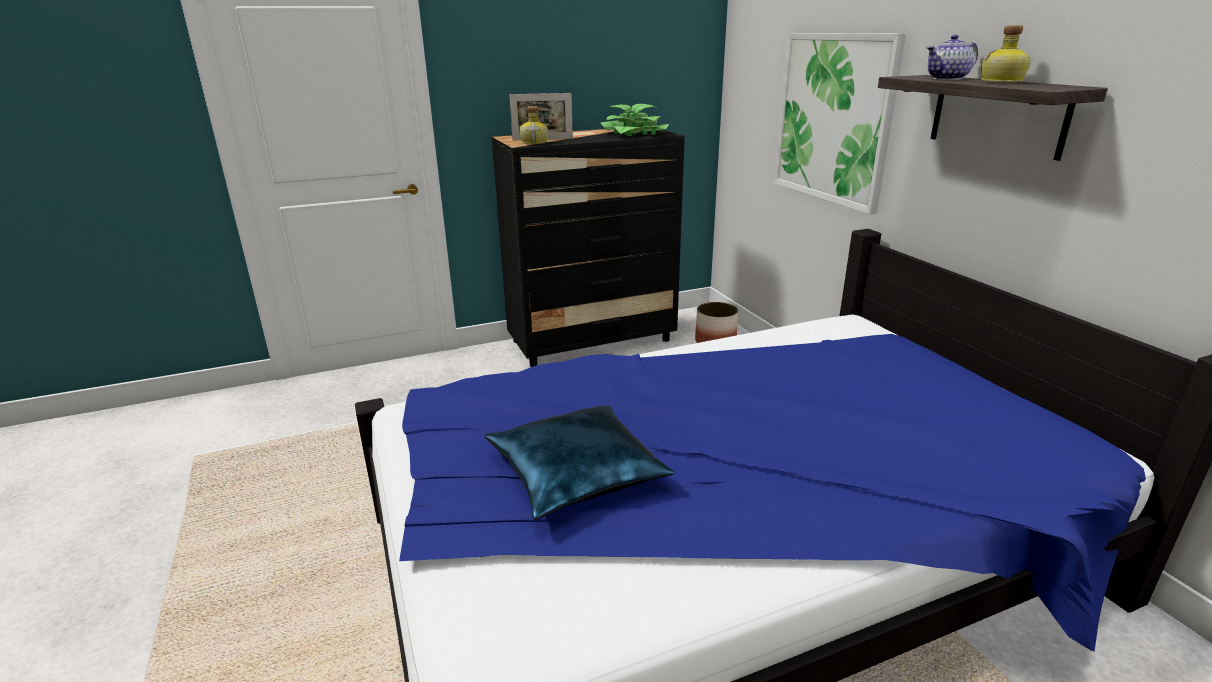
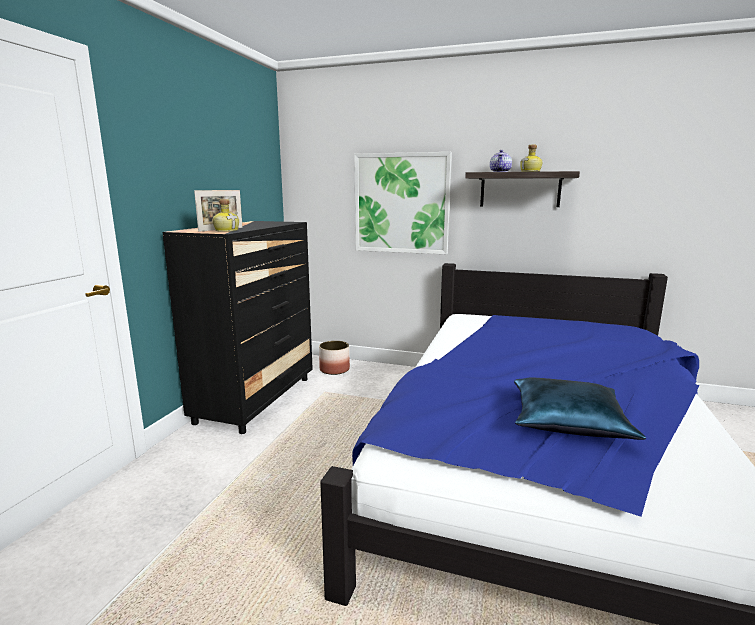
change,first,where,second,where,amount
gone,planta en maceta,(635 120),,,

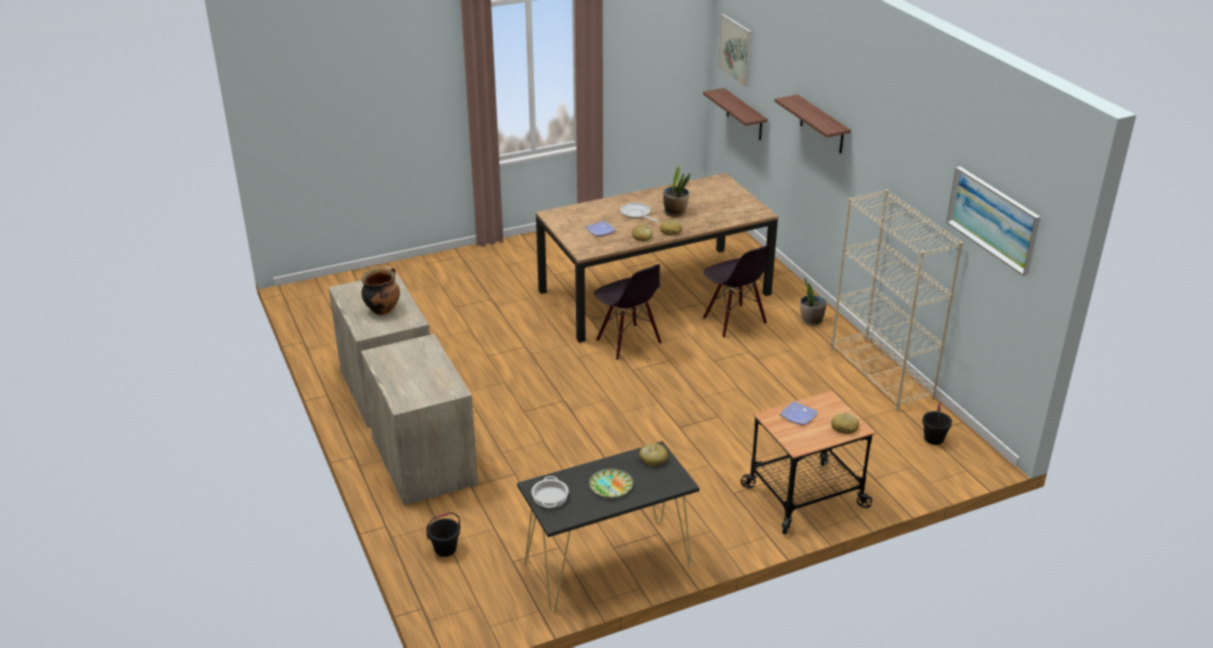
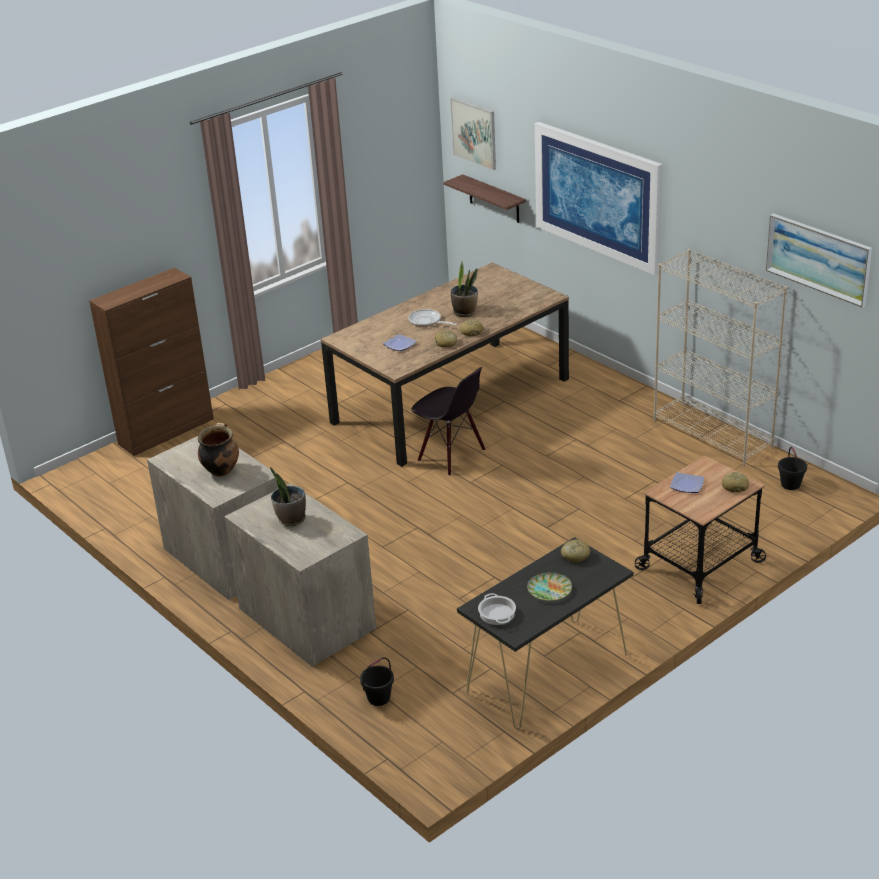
change,first,where,second,where,amount
swapped,estante,(812 123),cuadro,(599 198),
gone,silla (negro),(736 291),,,
shifted,planta en maceta,(813 302),,(288 496),
new,,,armario (marrón),(151 361),

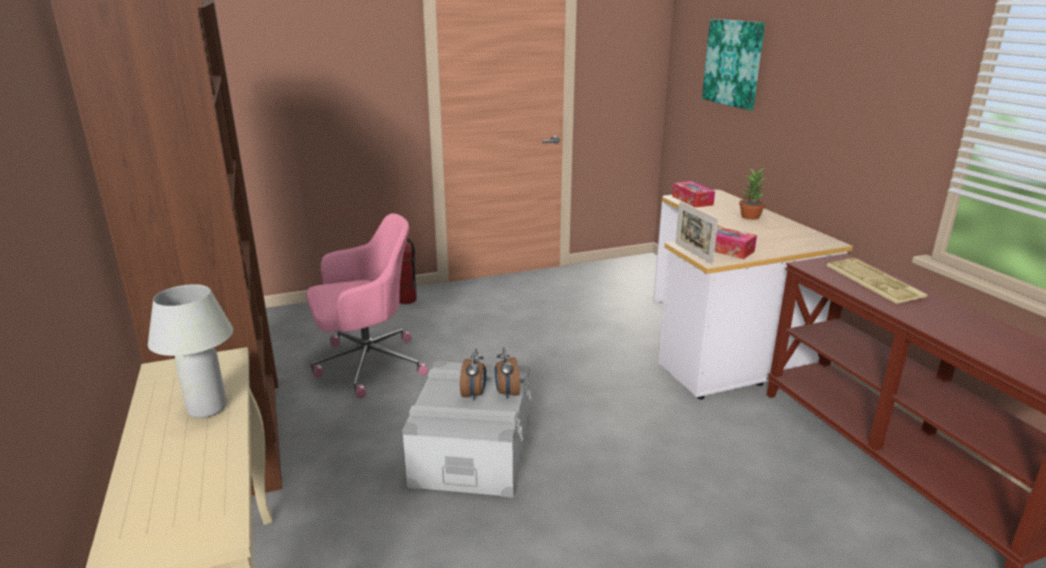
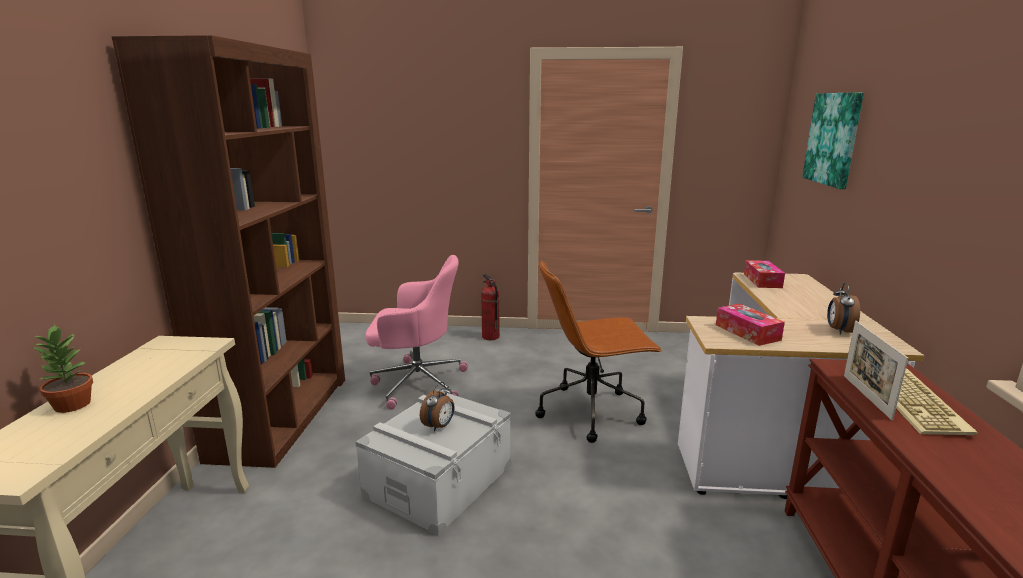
change,first,where,second,where,amount
shifted,planta en maceta,(752 194),,(62 368),
shifted,portarretratos,(697 233),,(876 370),
gone,lámpara de mesa (blanco),(190 351),,,
shifted,despertador,(507 373),,(843 308),
new,,,silla de oficina (marrón),(598 351),

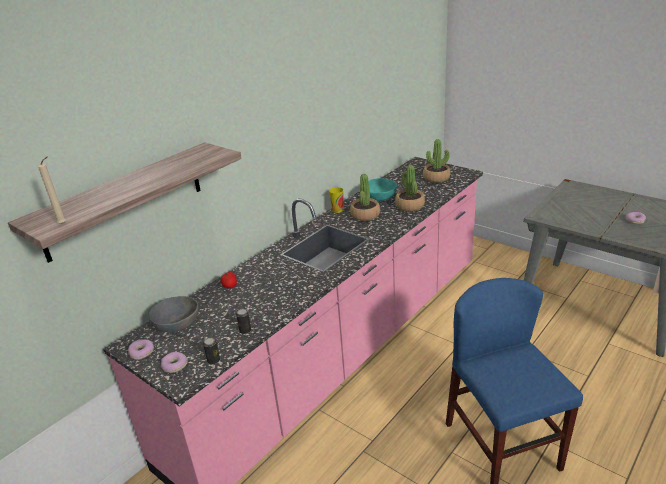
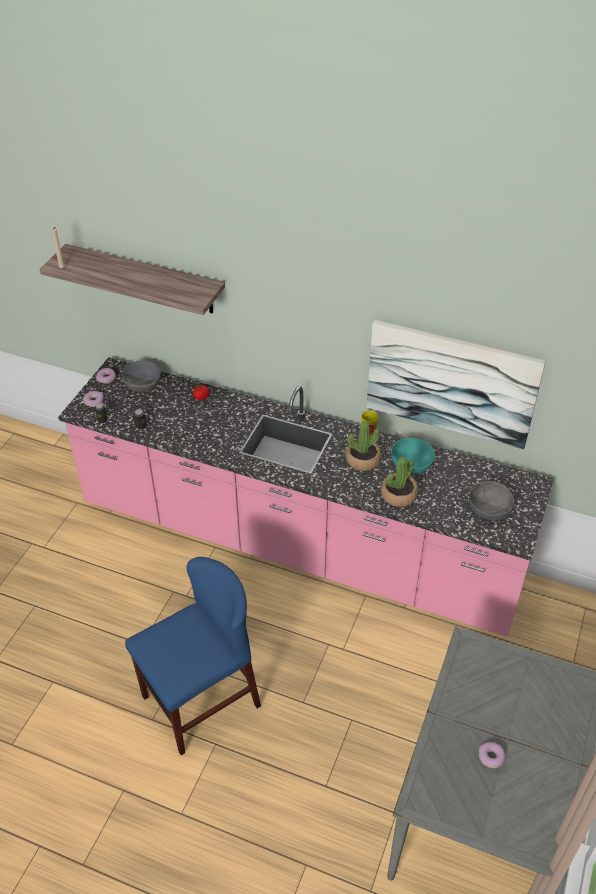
change,first,where,second,where,amount
swapped,planta en maceta,(436 161),cuenco (gris),(491 500),
new,,,cuadro,(456 385),

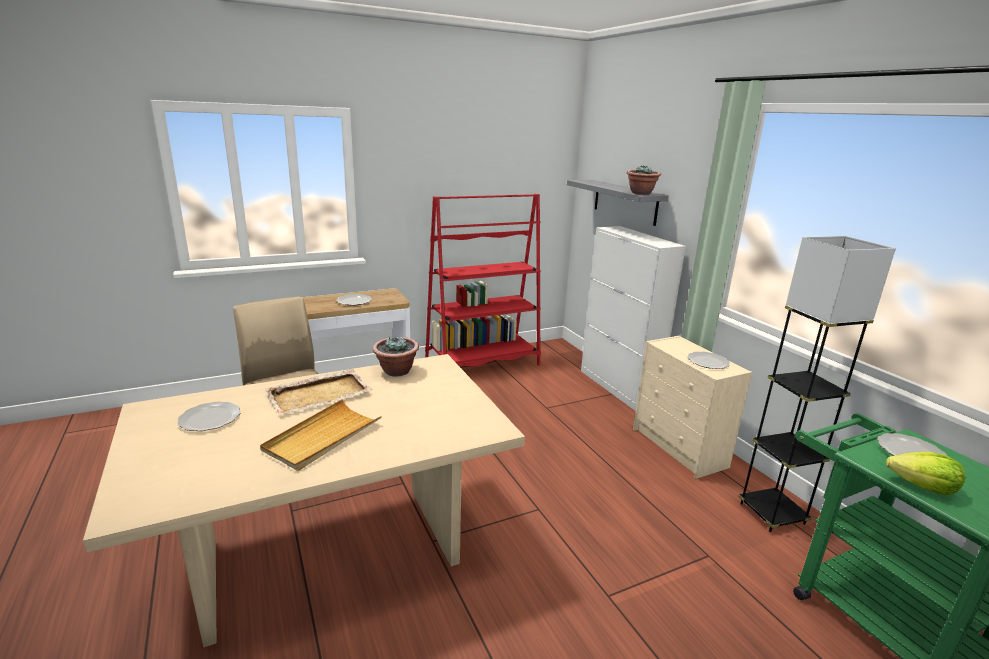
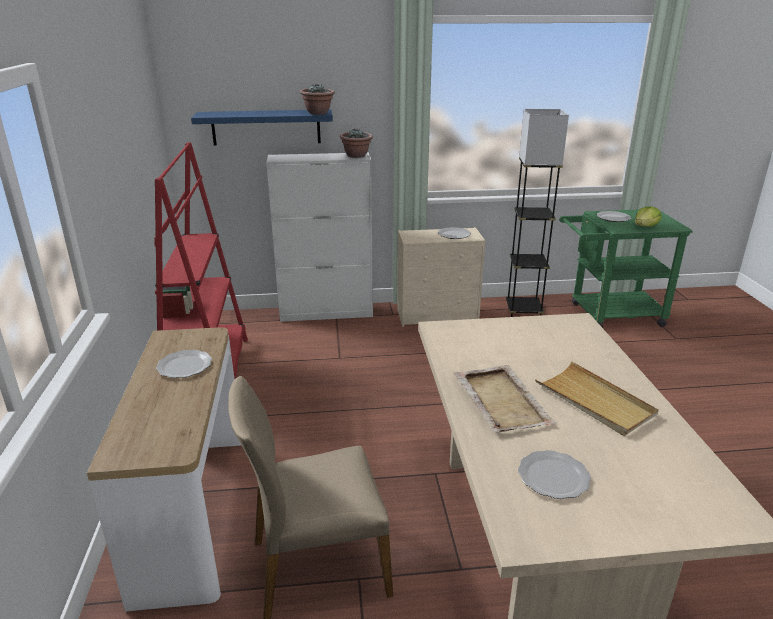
change,first,where,second,where,amount
repainted,estante (gris),(618 203),estante (azul),(262 127),
shifted,planta en maceta,(396 356),,(356 143),

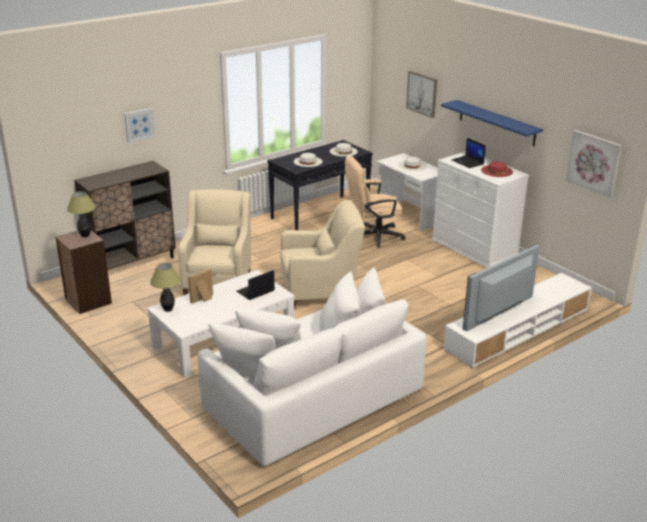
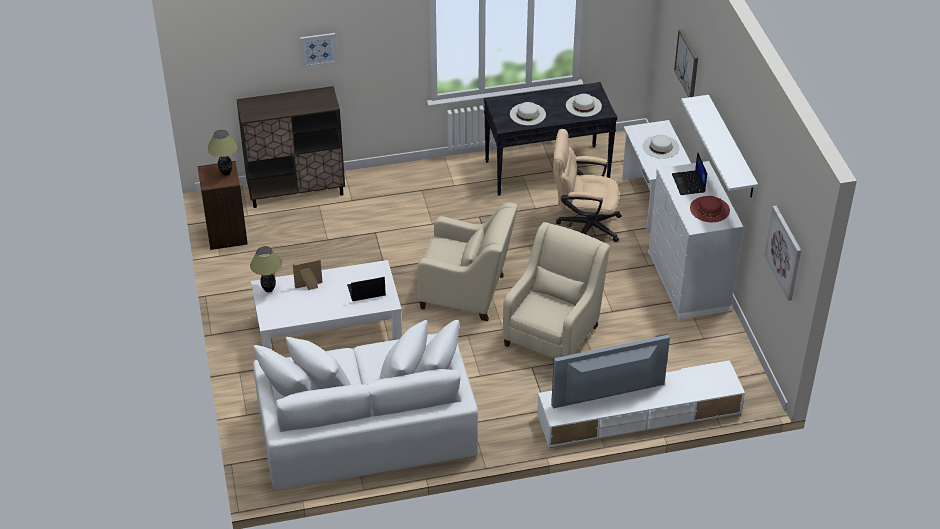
change,first,where,second,where,amount
repainted,estante (azul),(492 123),estante (blanco),(719 146),
shifted,sillón (beis),(214 242),,(556 290),

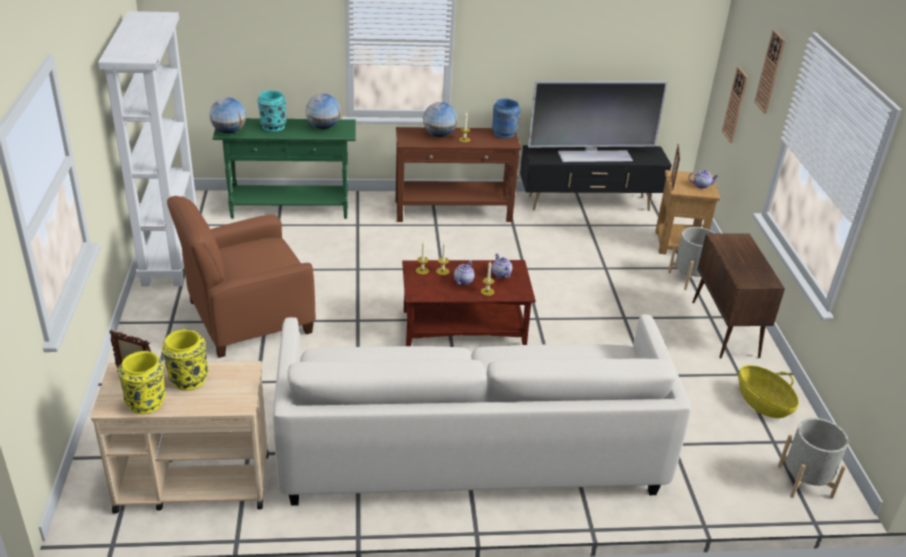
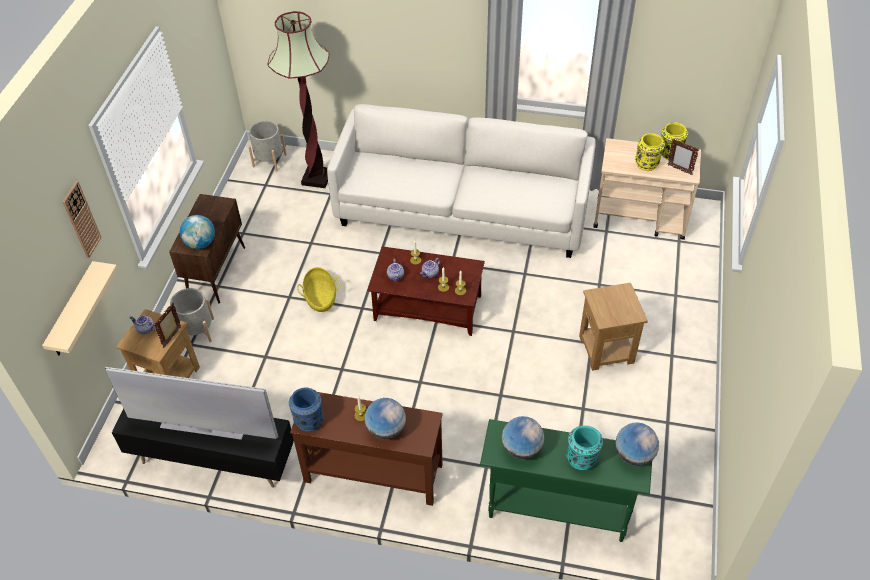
change,first,where,second,where,amount
gone,estantería (blanco),(149 149),,,
swapped,reloj de pared,(735 105),estante (beis),(80 308),
swapped,sillón (marrón),(241 277),mesa auxiliar (marrón),(613 327),
shifted,cesta,(768 391),,(318 289),
new,,,lámpara de pie,(298 99),
new,,,globo terráqueo,(197 232),

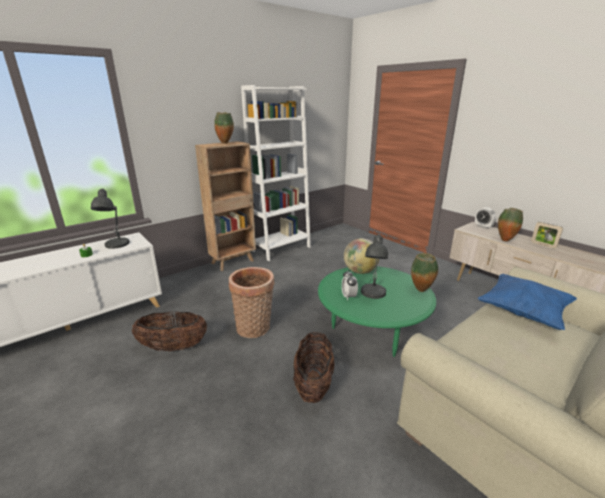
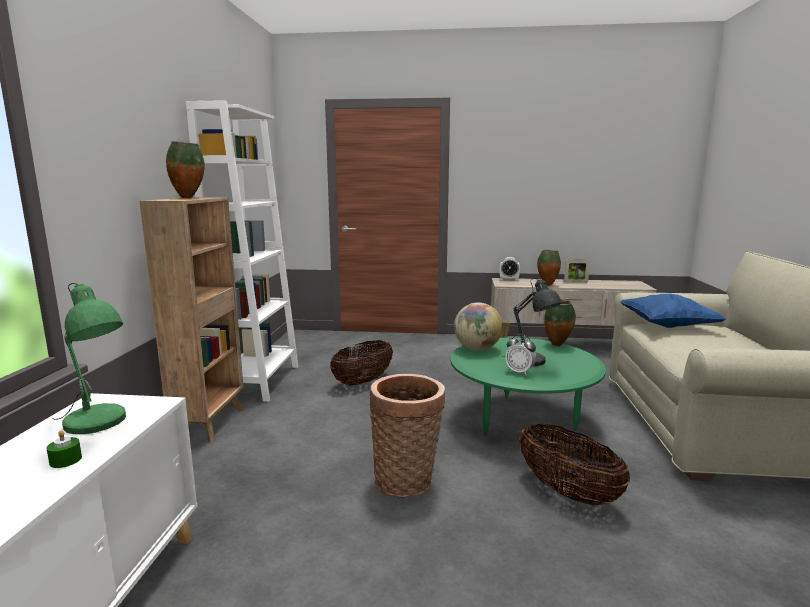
change,first,where,second,where,amount
repainted,lámpara de mesa (gris),(110 218),lámpara de mesa (verde),(90 358),
shifted,cesta,(169 331),,(361 363),

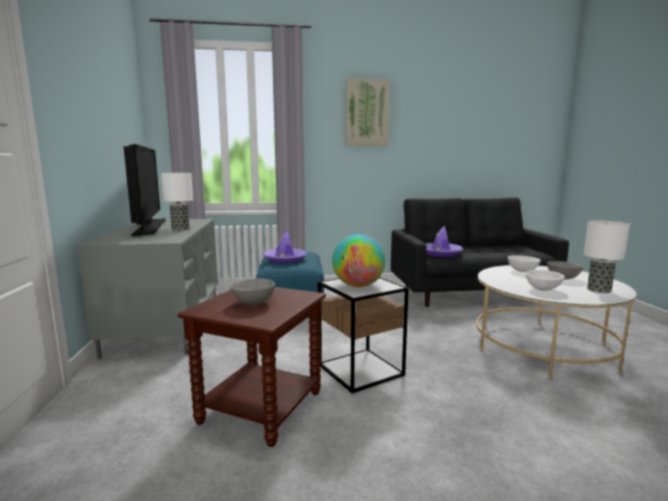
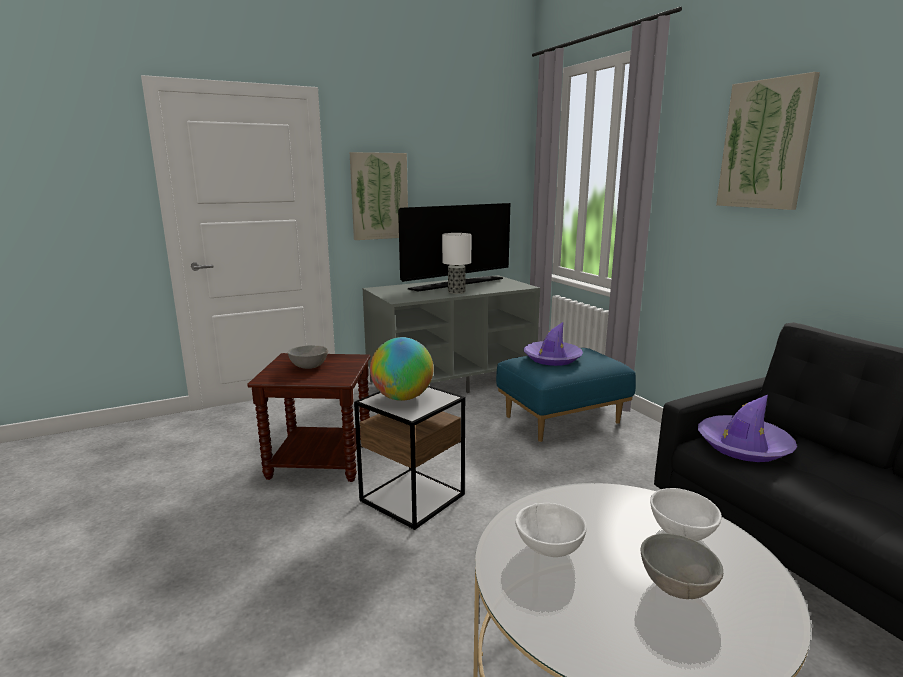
change,first,where,second,where,amount
gone,lámpara de mesa,(607 257),,,
new,,,cuadro,(379 196),

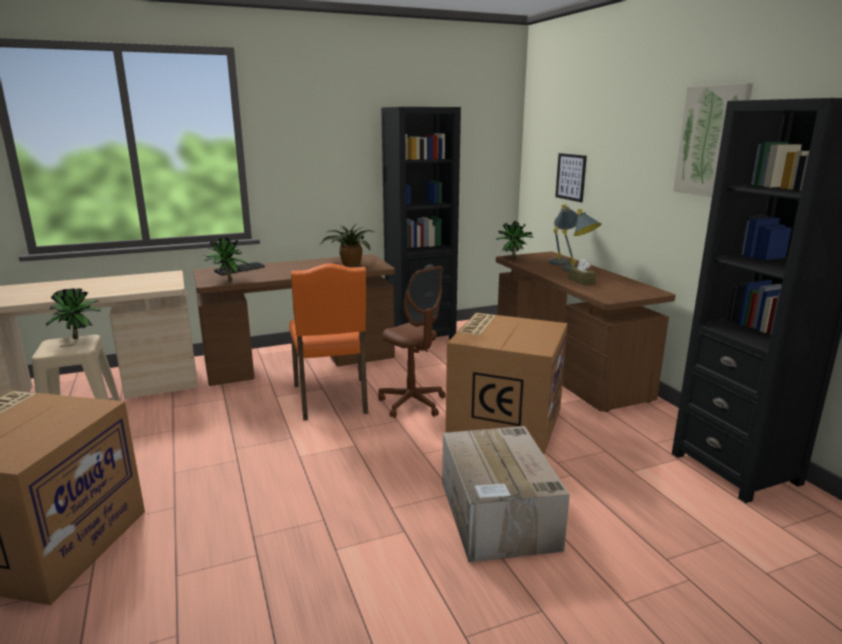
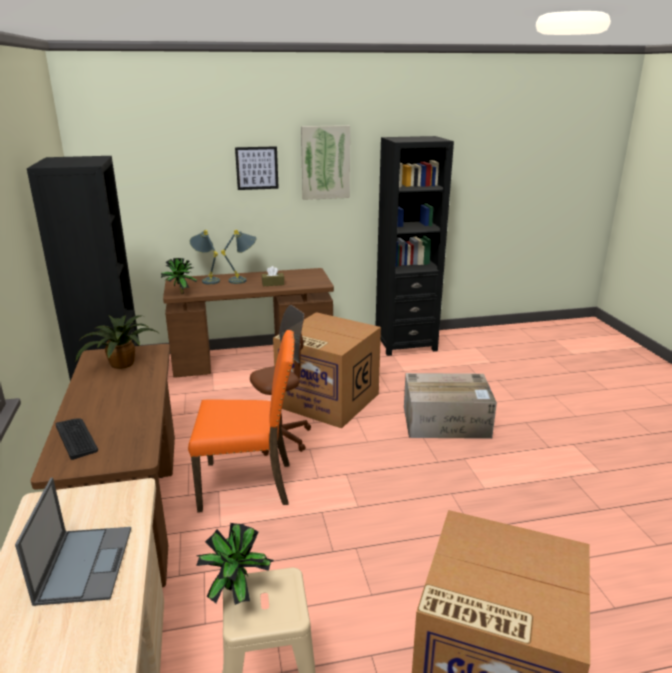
change,first,where,second,where,amount
shifted,cuadro,(571 177),,(257 168),
gone,planta en maceta,(226 259),,,
new,,,portátil,(73 542),

